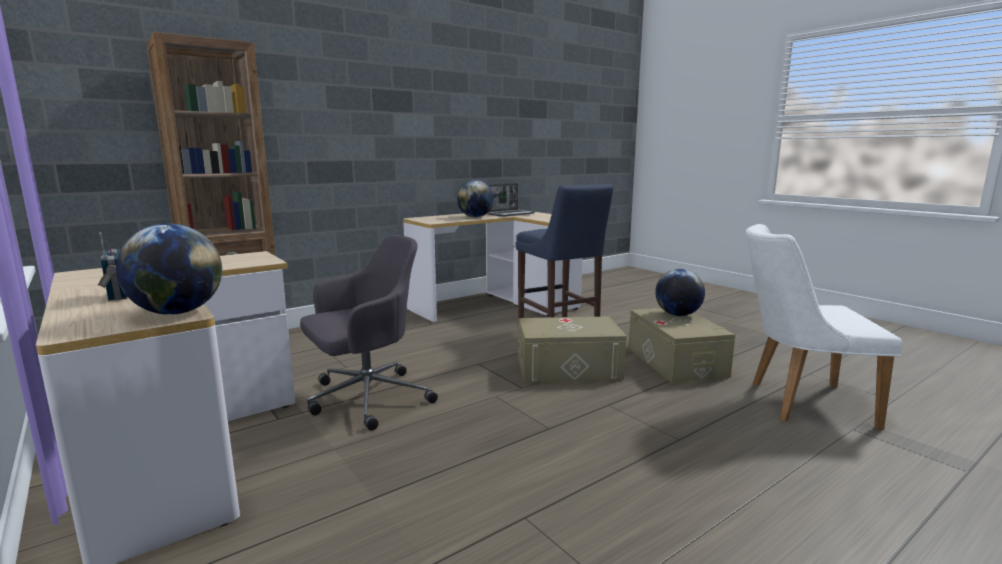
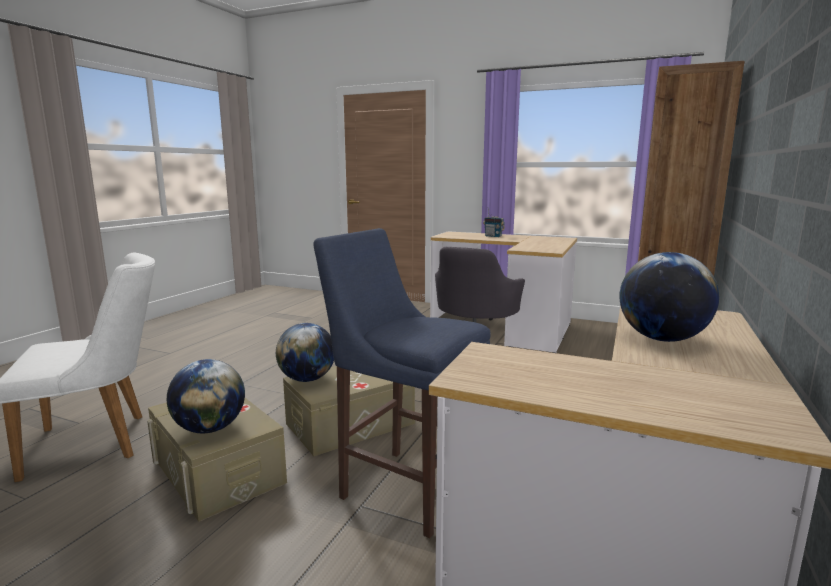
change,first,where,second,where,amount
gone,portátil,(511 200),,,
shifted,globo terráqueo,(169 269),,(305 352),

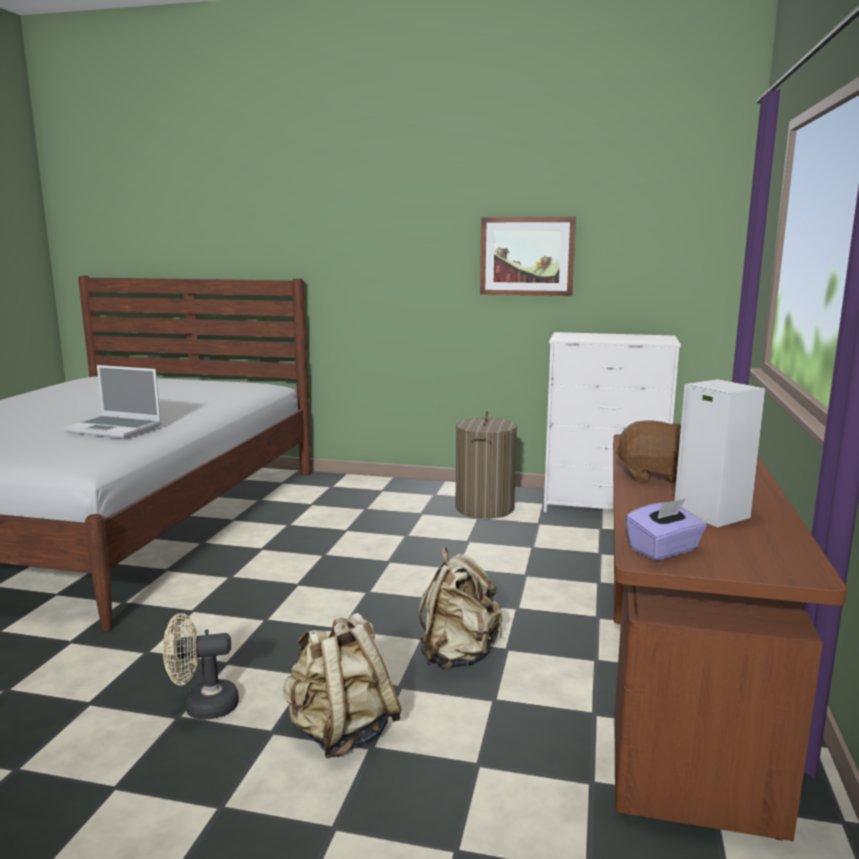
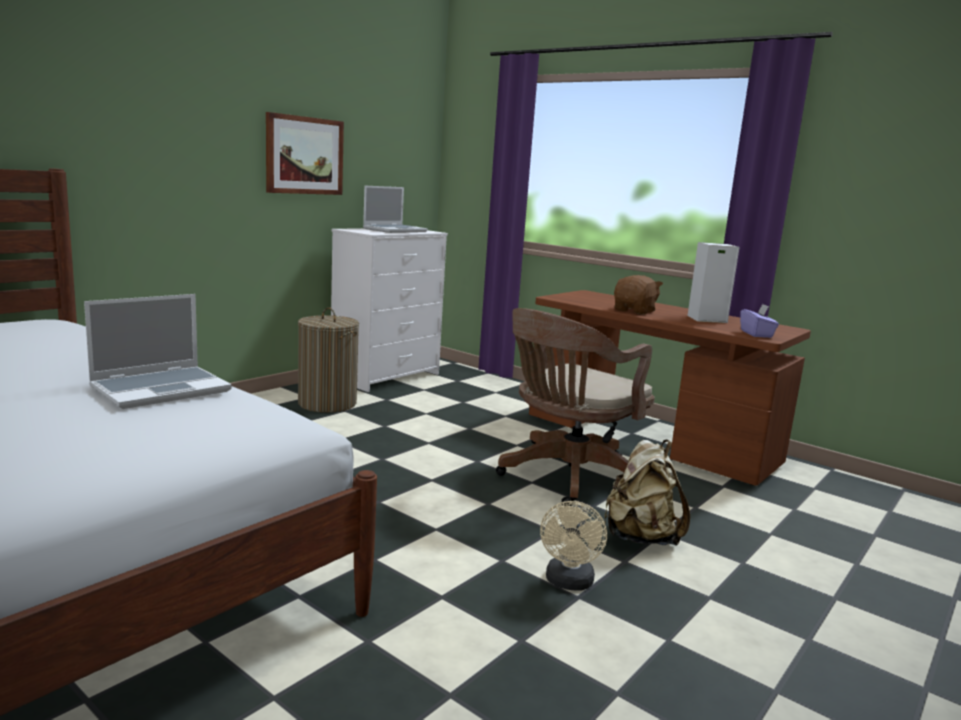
change,first,where,second,where,amount
swapped,mochila (beis),(460 608),silla de oficina (marrón),(575 407),
new,,,portátil,(395 209),

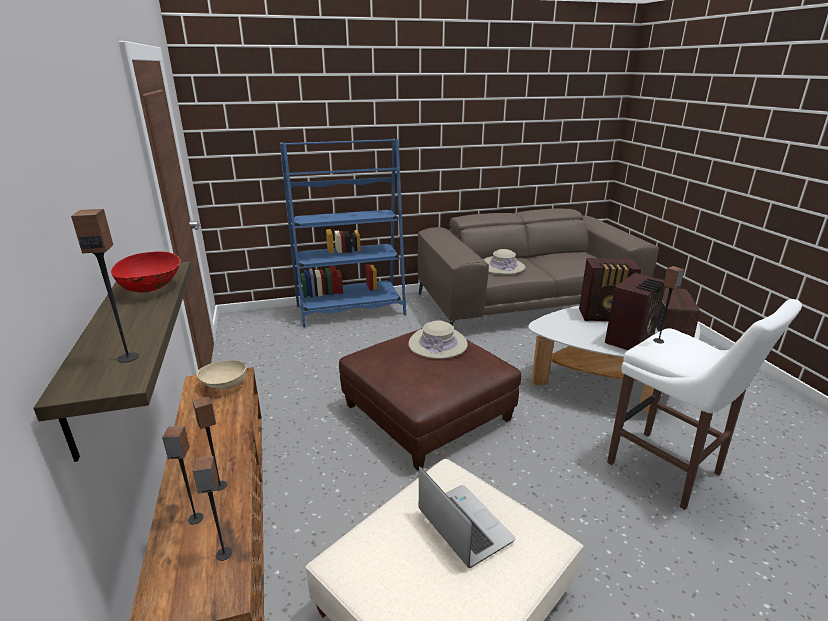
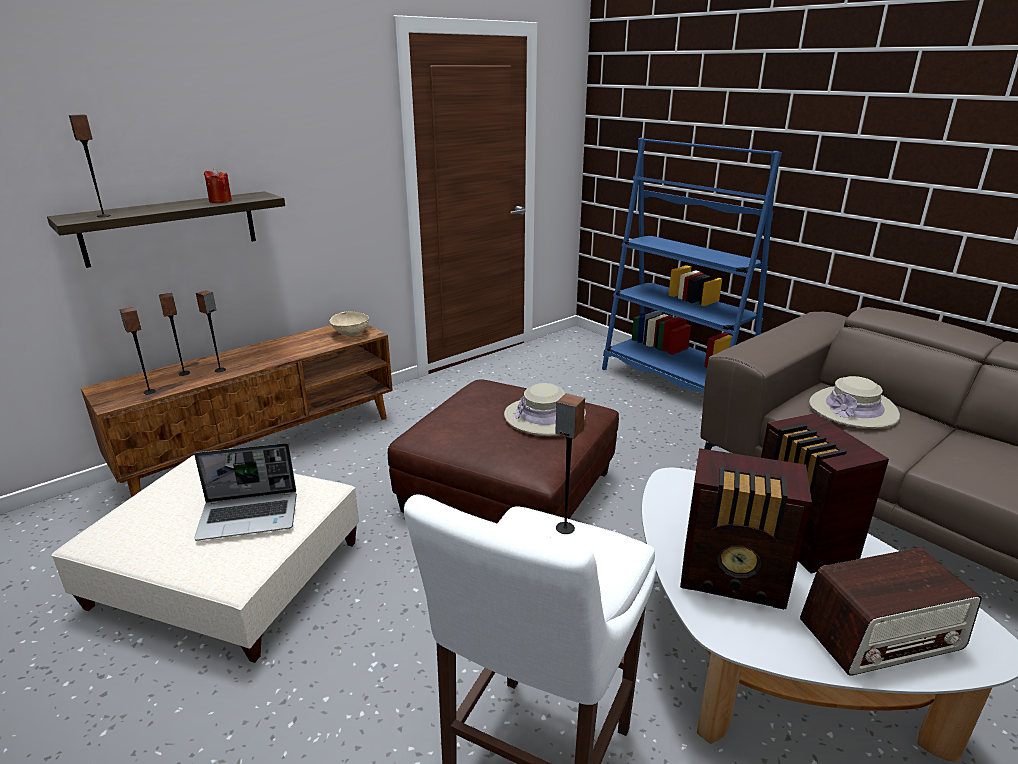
change,first,where,second,where,amount
swapped,cuenco (rojo),(145 272),vela (rojo),(218 185),
rotated,portátil,(467 517),,(245 492),45 degrees clockwise

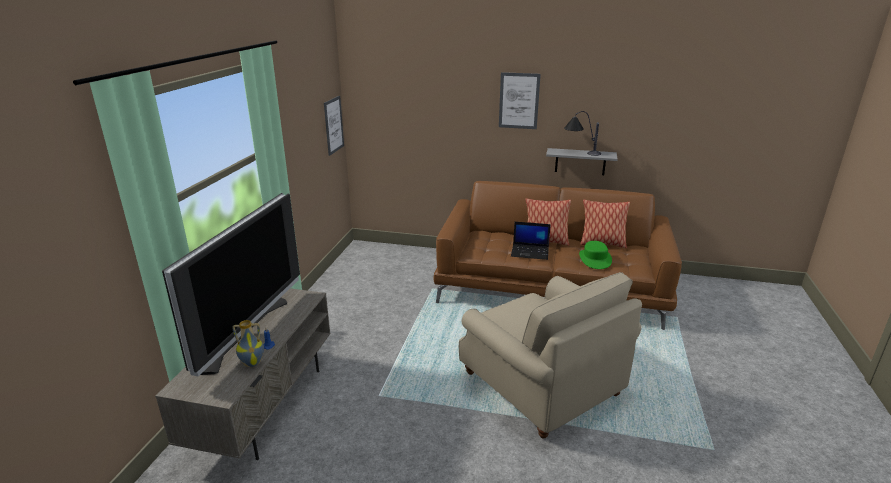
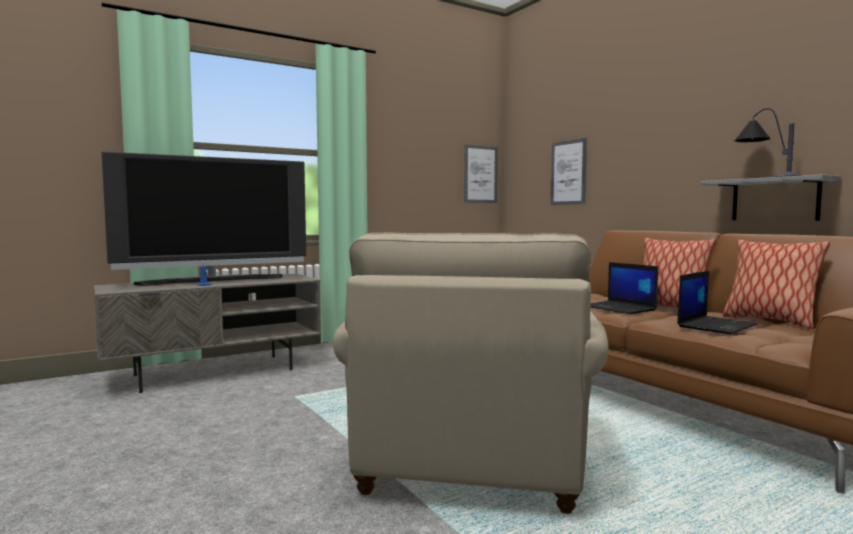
change,first,where,second,where,amount
shifted,cuadro,(520 100),,(569 171),
swapped,sombrero (verde),(595 255),portátil,(717 302),
gone,florero,(248 343),,,

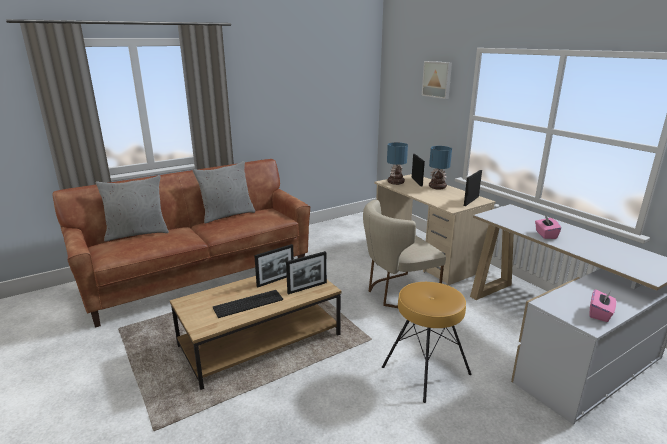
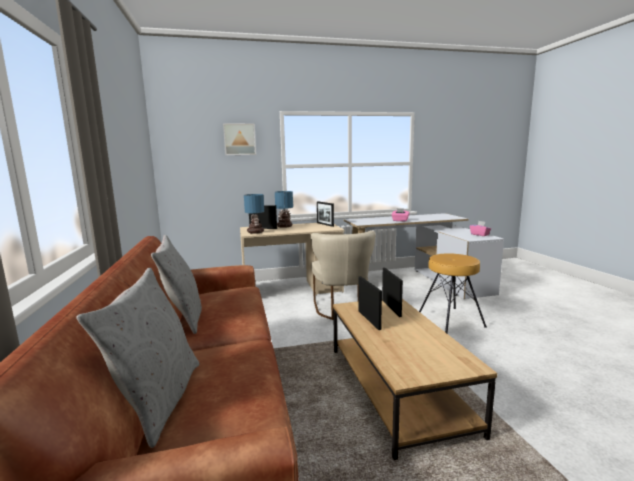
change,first,where,second,where,amount
gone,teclado,(248 304),,,

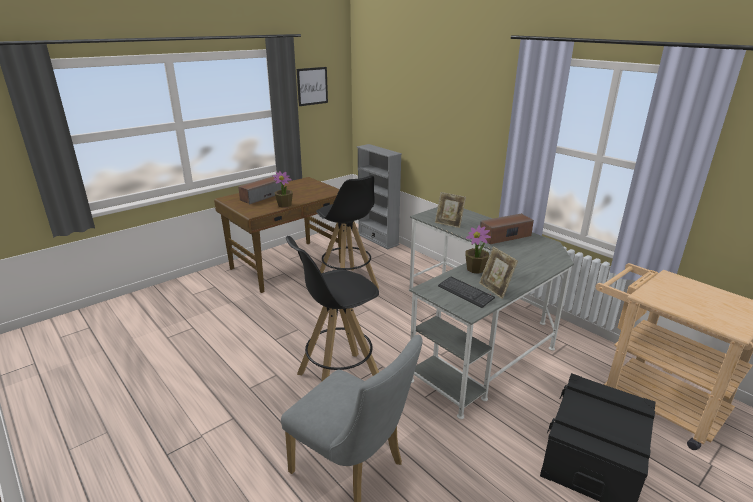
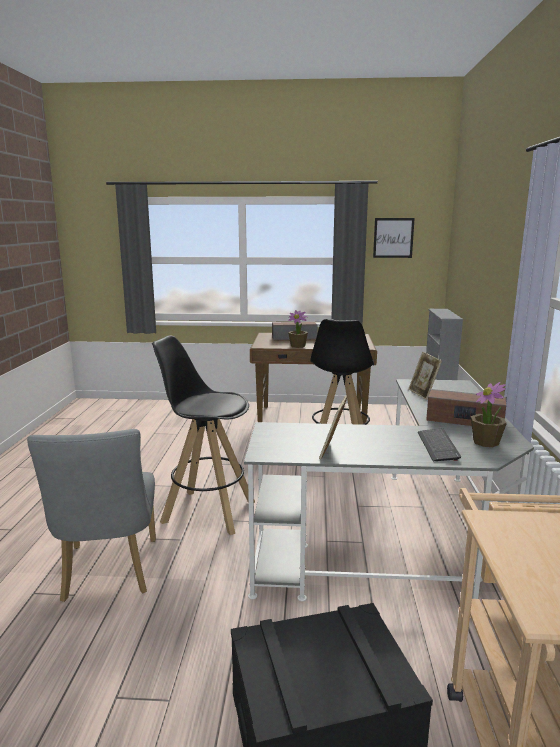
change,first,where,second,where,amount
shifted,planta en maceta,(478 249),,(489 414),
shifted,teclado,(466 292),,(439 444),

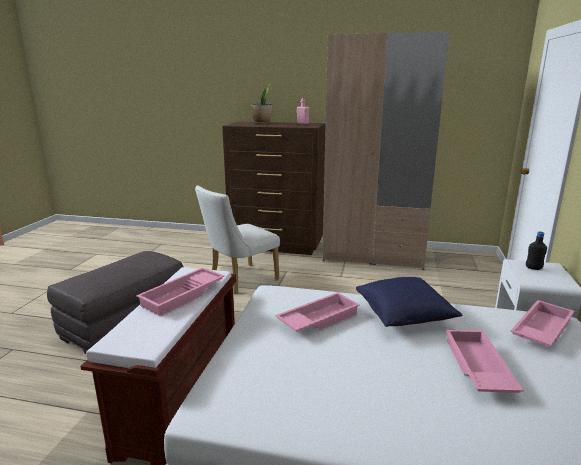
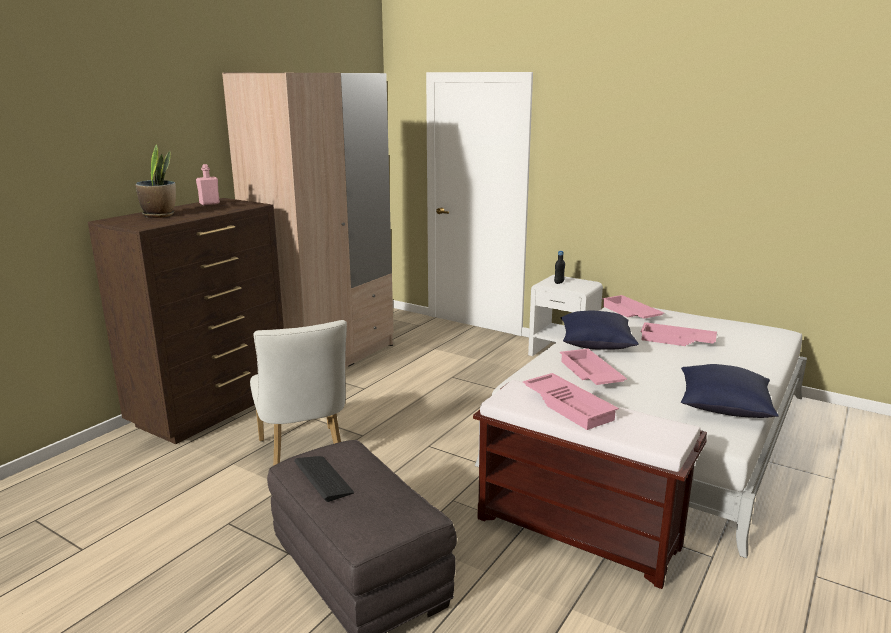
change,first,where,second,where,amount
new,,,cojín (azul),(730 391),
new,,,teclado,(324 479),

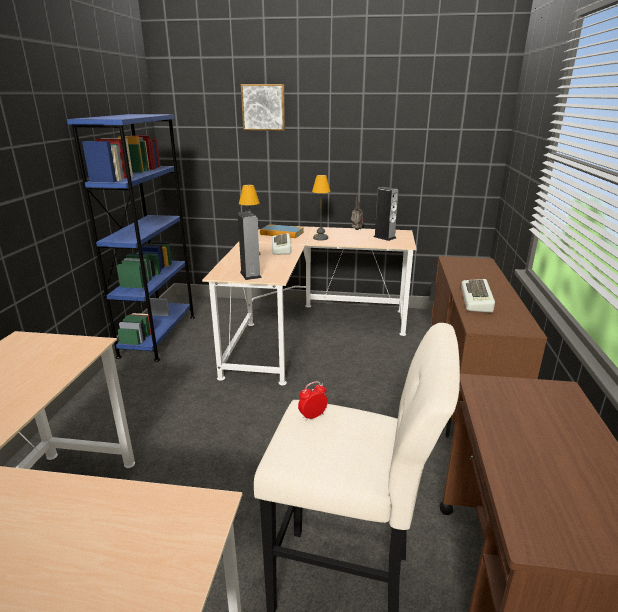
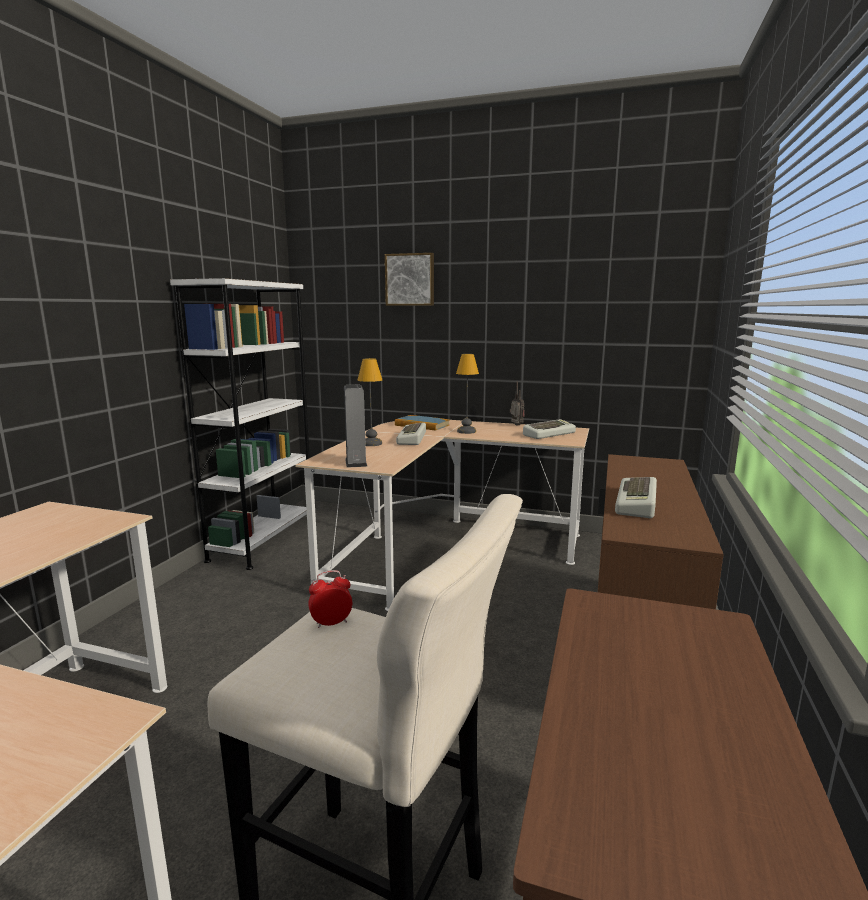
change,first,where,second,where,amount
repainted,estantería (azul),(131 238),estantería (blanco),(240 424),
swapped,altavoz,(386 214),teclado,(549 429),

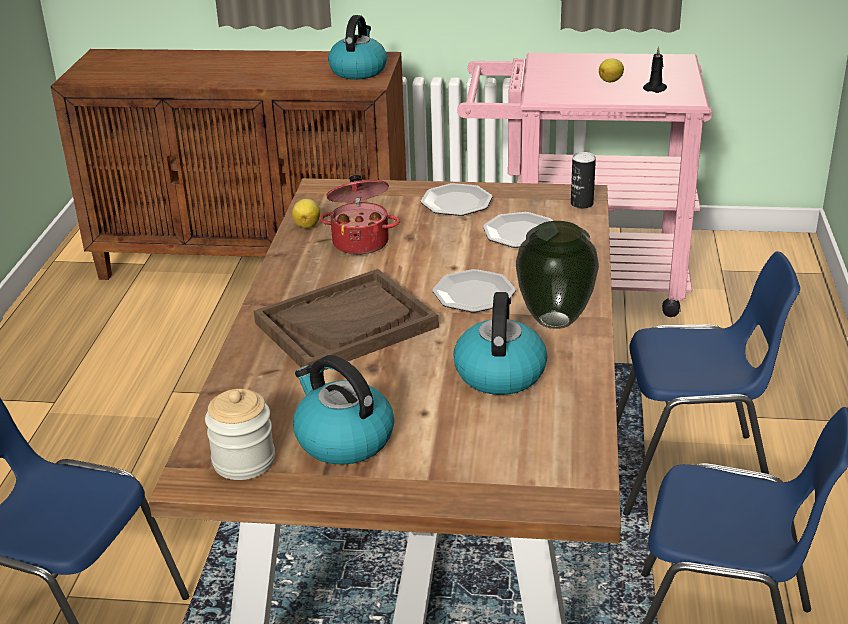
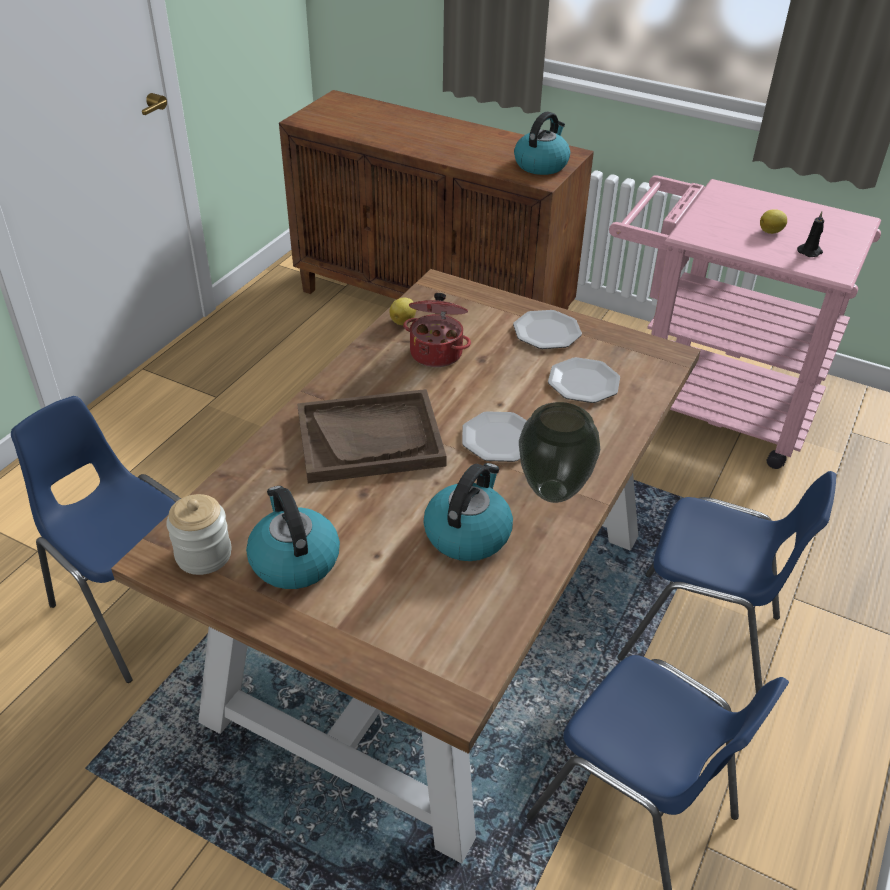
change,first,where,second,where,amount
gone,lata,(583 180),,,

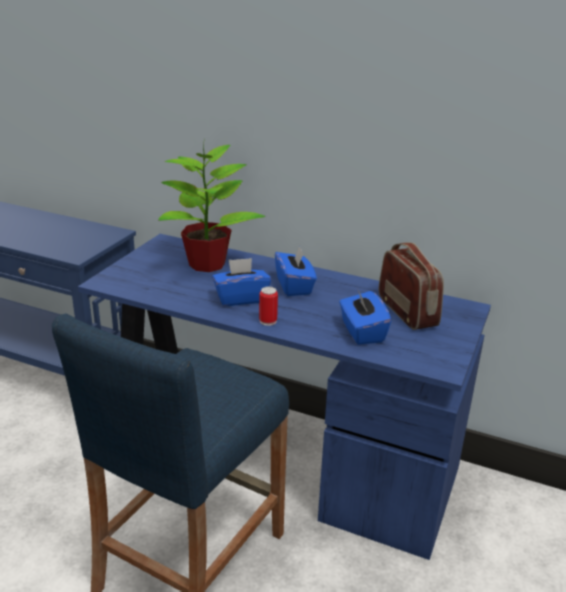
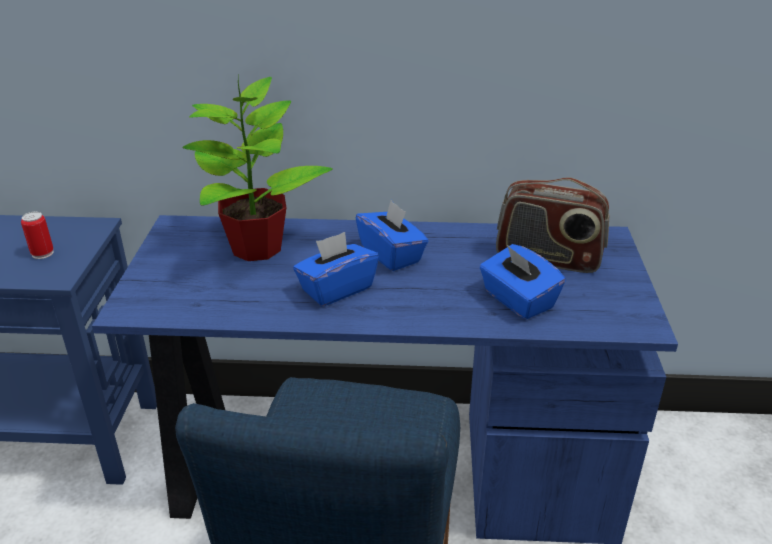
change,first,where,second,where,amount
rotated,radio,(411 286),,(553 225),150 degrees clockwise
shifted,lata,(268 306),,(37 235),

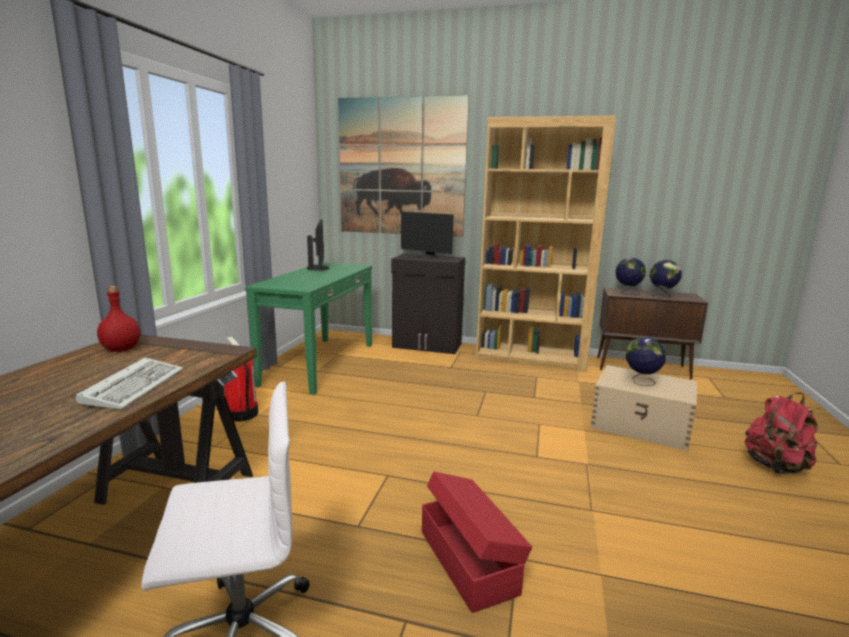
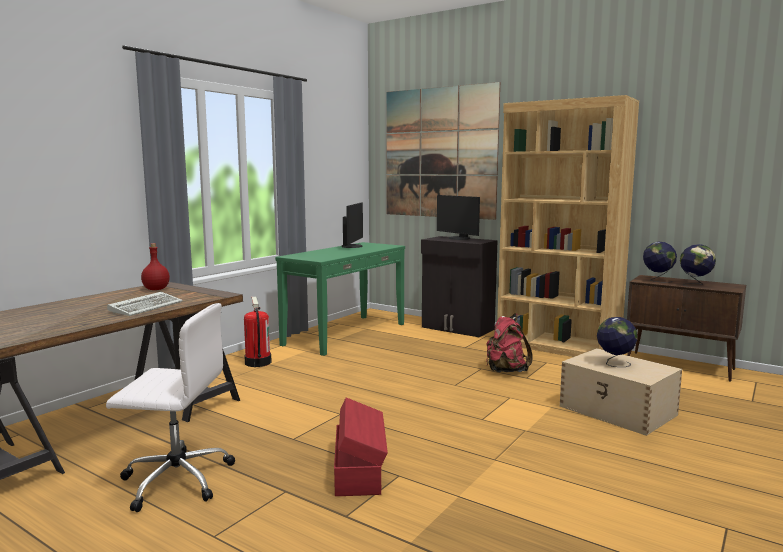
change,first,where,second,where,amount
shifted,mochila (rojo),(781 433),,(509 342),

